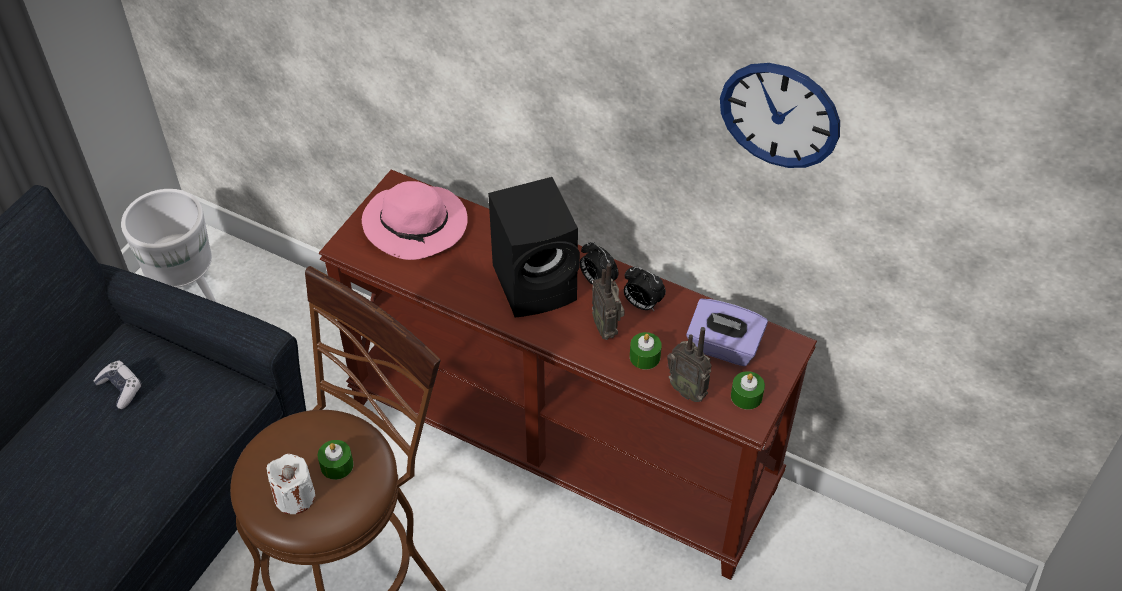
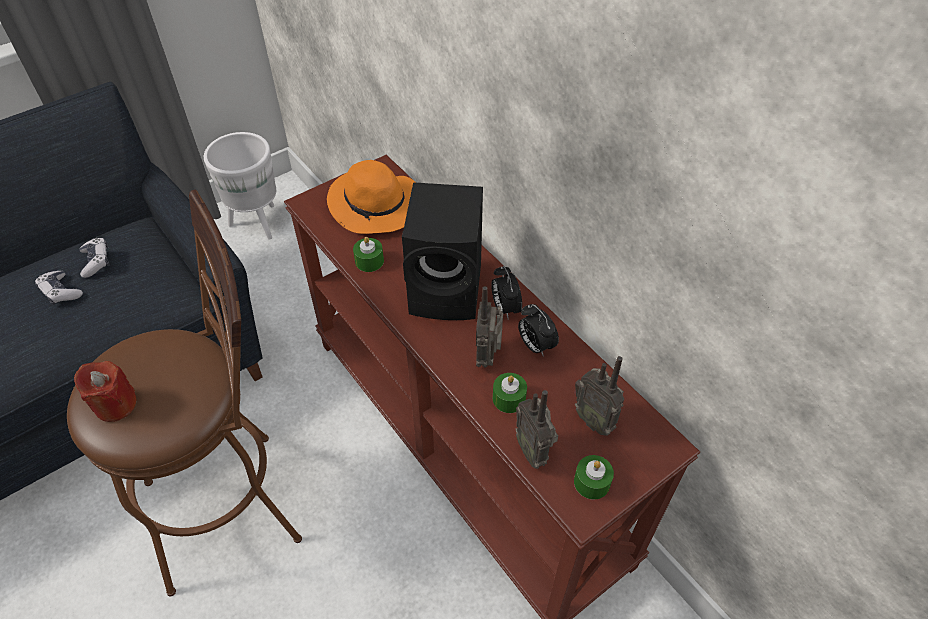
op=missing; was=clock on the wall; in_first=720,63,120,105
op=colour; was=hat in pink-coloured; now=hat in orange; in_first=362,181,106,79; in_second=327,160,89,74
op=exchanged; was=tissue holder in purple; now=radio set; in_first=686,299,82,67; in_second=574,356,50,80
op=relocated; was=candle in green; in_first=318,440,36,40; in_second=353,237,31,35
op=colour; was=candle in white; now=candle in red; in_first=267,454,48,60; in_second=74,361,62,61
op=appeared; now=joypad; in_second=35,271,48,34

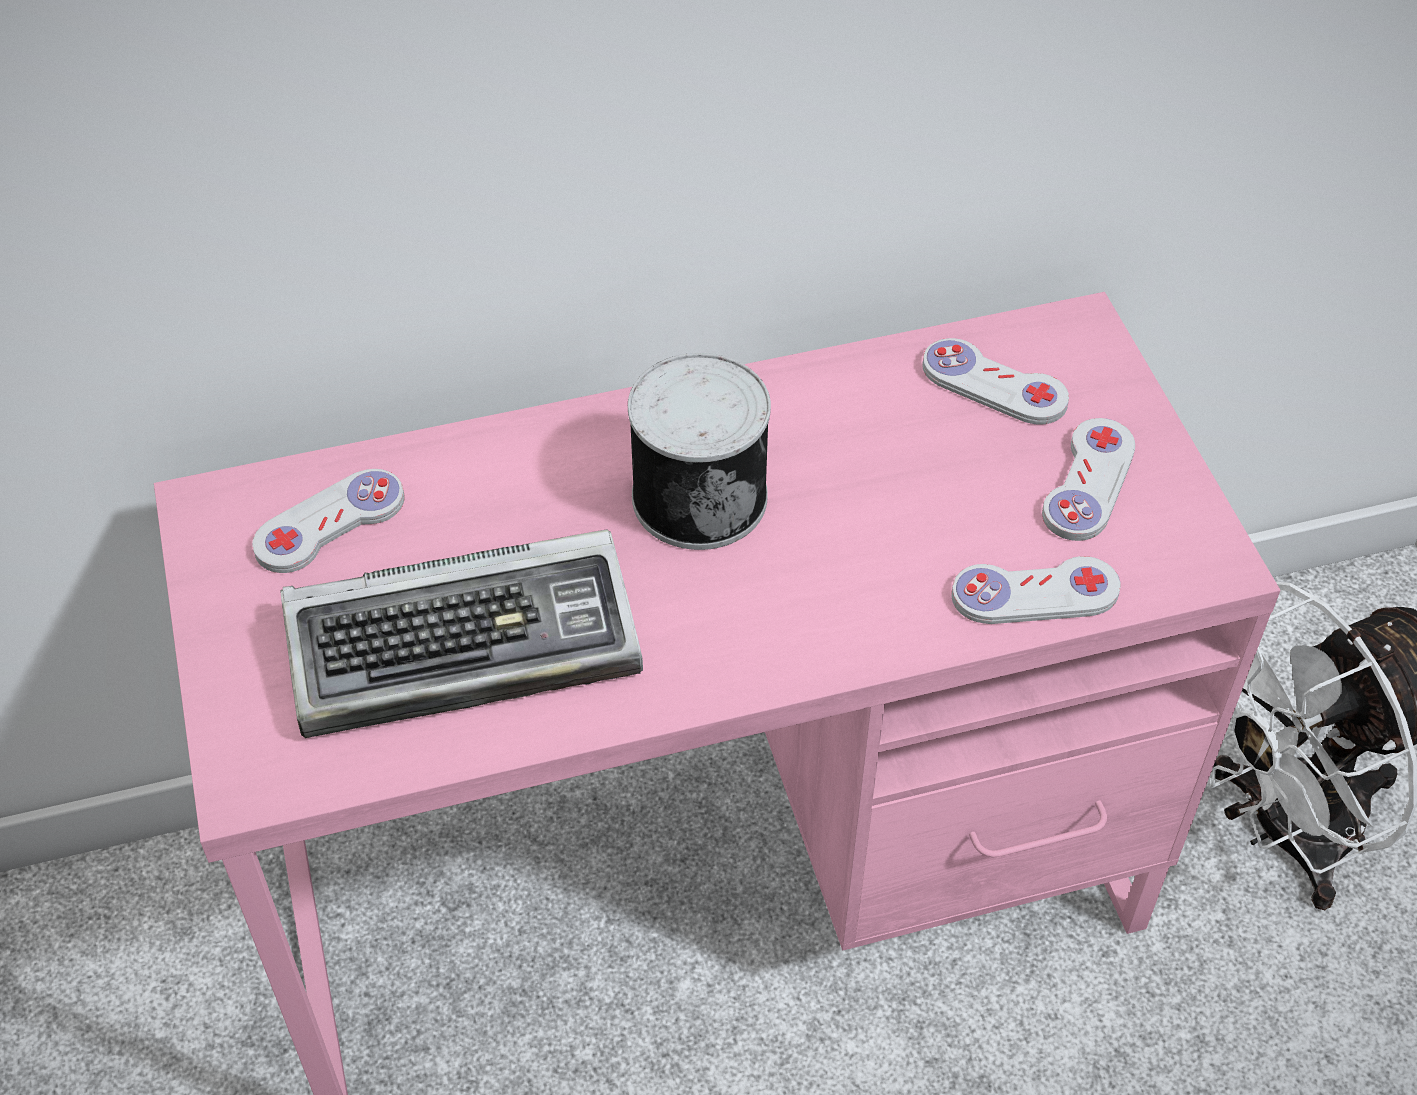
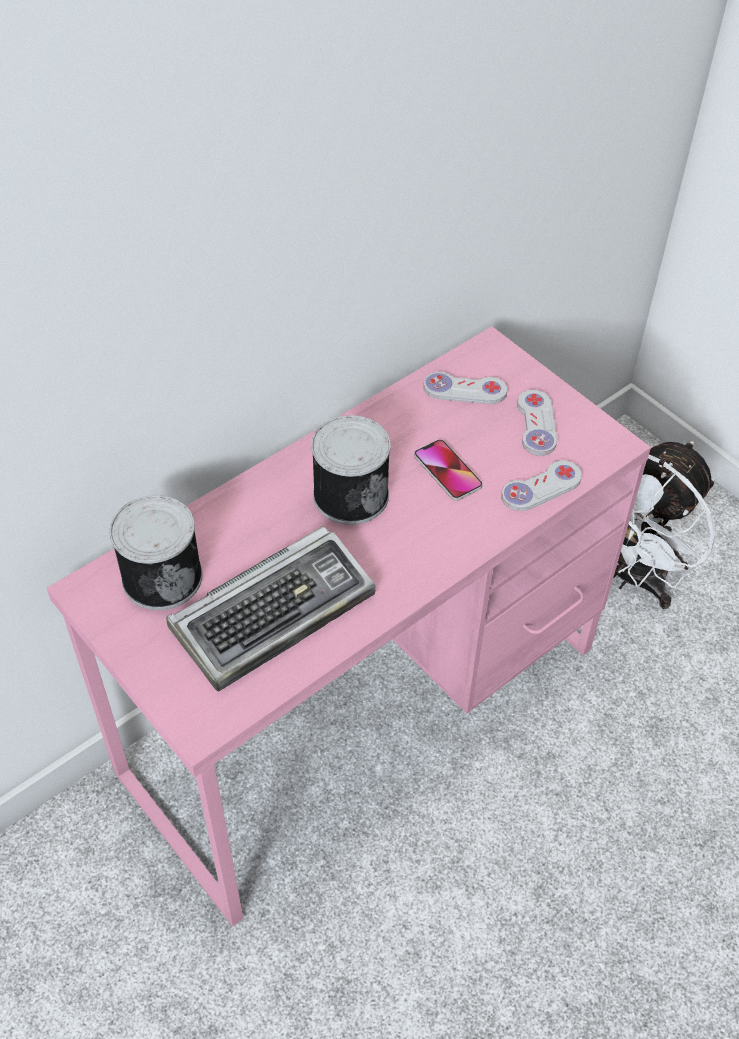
op=exchanged; was=joypad in white; now=metal can; in_first=252,469,153,104; in_second=110,495,93,115
op=appeared; now=handset; in_second=414,439,69,62

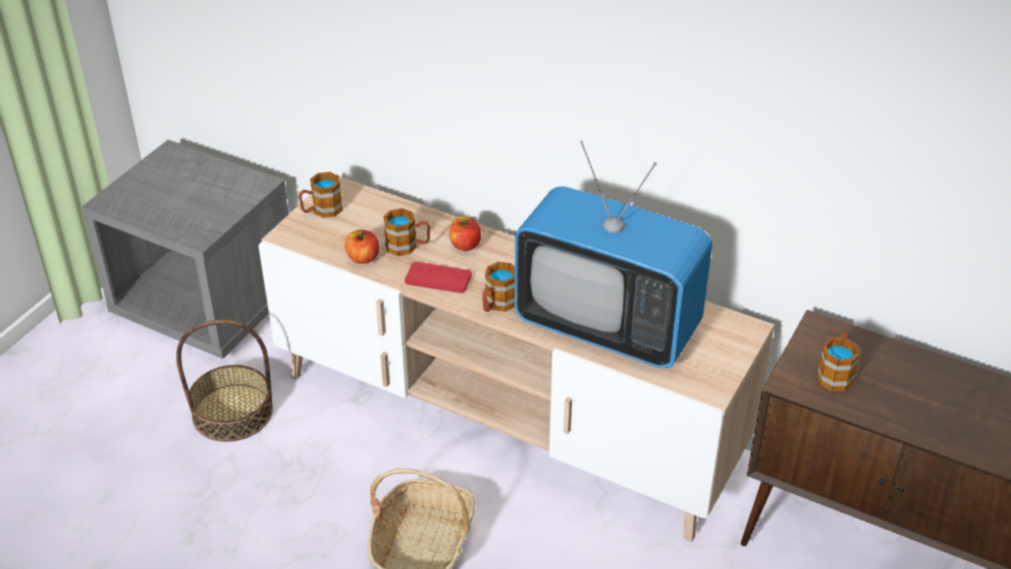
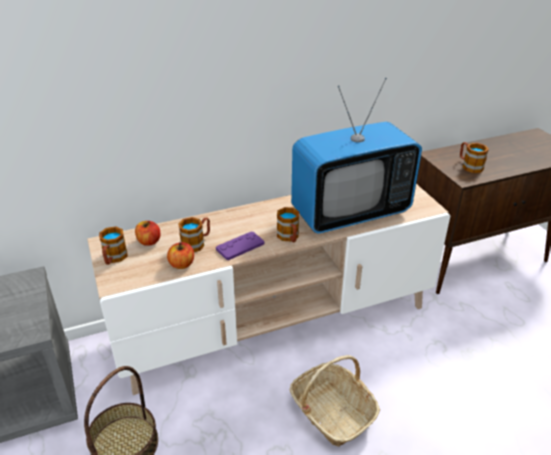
op=relocated; was=whole apple; in_first=449,216,32,35; in_second=135,221,25,25
op=colour; was=joypad in red; now=joypad in purple; in_first=405,262,67,31; in_second=216,231,48,29

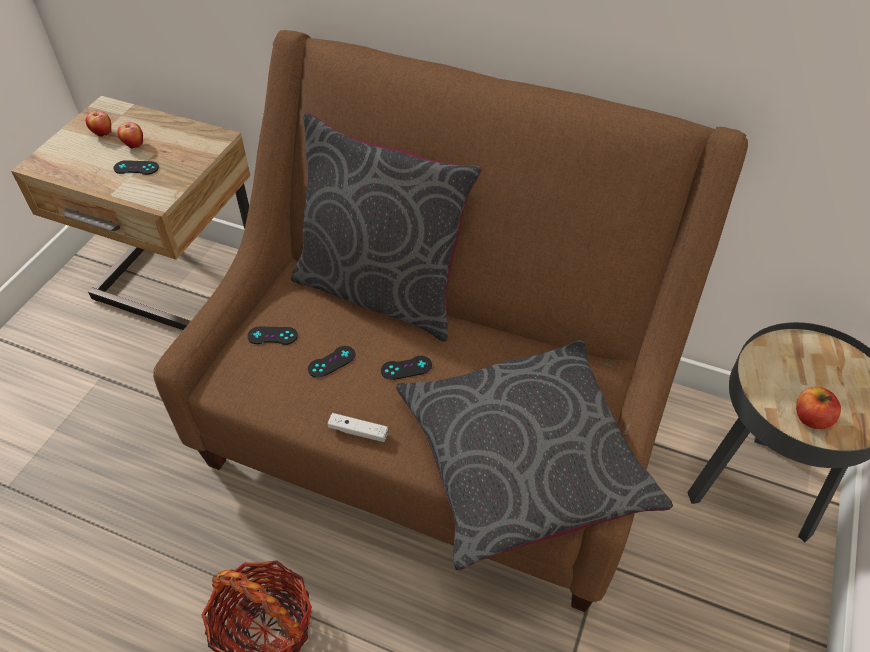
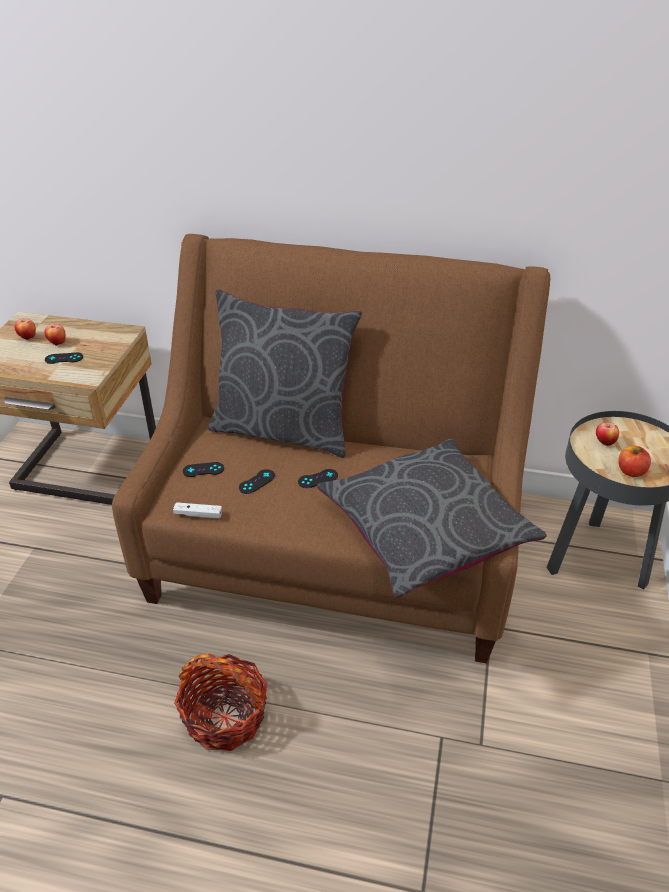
op=relocated; was=joypad in white; in_first=328,413,60,29; in_second=173,502,49,17
op=appeared; now=whole apple; in_second=596,422,23,24

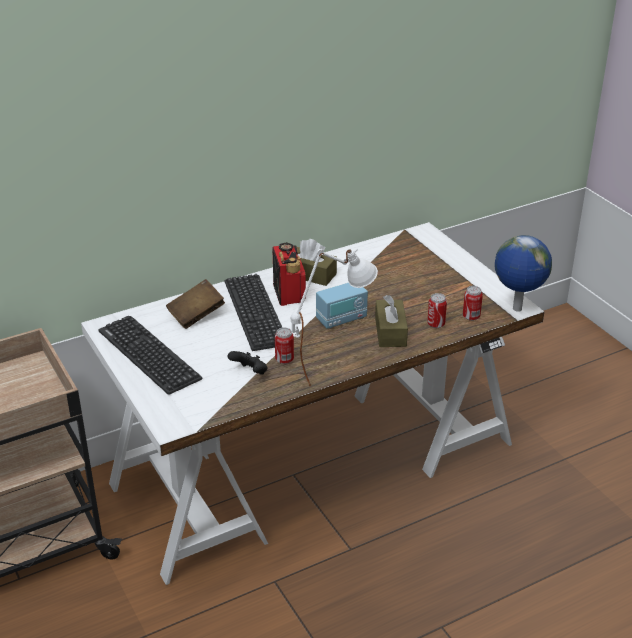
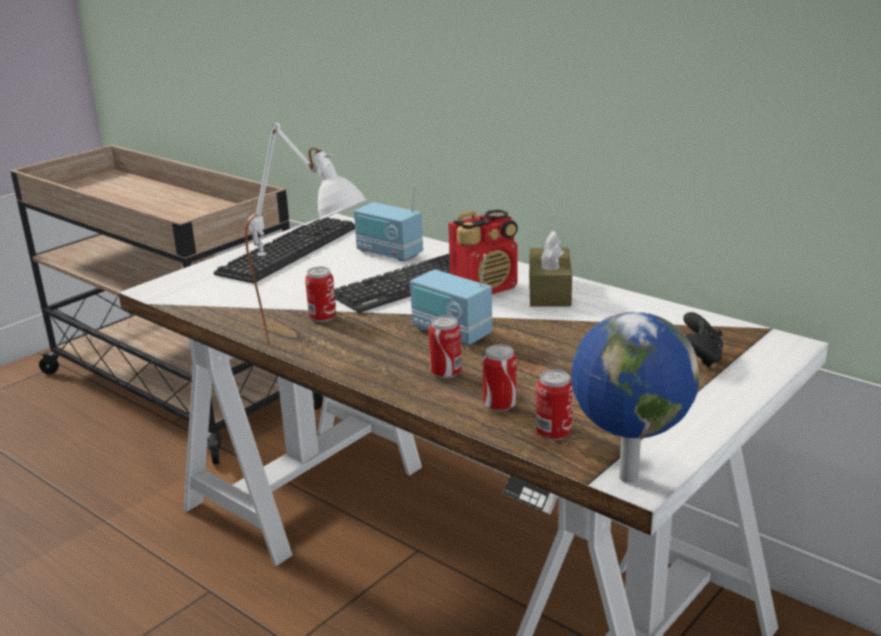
op=exchanged; was=volume in brown-coloured; now=radio set; in_first=166,279,59,50; in_second=354,185,69,77
op=exchanged; was=tissue holder in brown-coloured; now=metal can; in_first=375,295,33,52; in_second=429,316,33,63
op=relocated; was=joypad in black-coloured; in_first=228,351,40,24; in_second=683,312,40,56

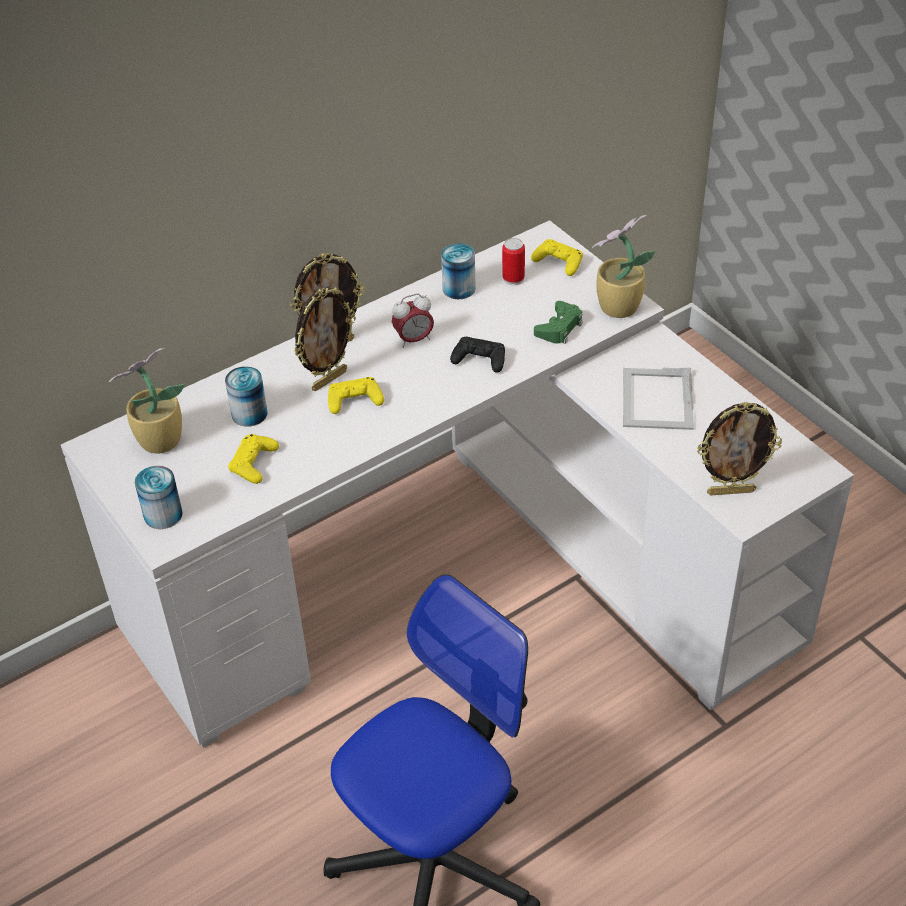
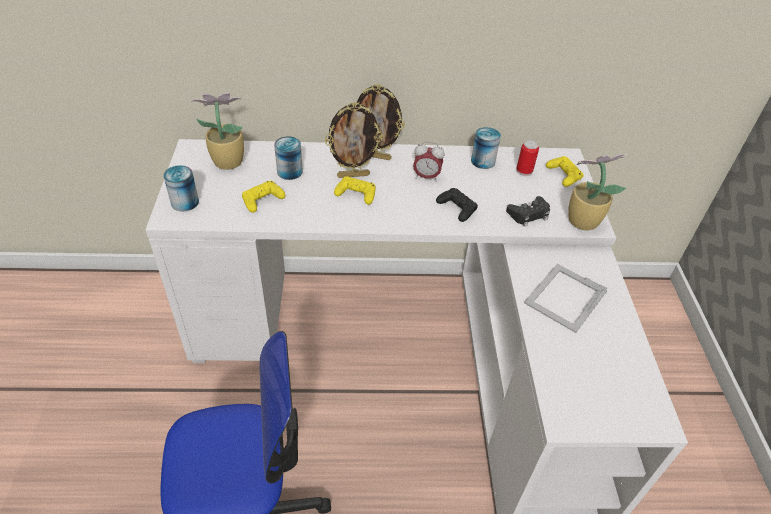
op=colour; was=joypad in green; now=joypad in black-coloured; in_first=534,301,49,43; in_second=506,196,44,30
op=missing; was=standing frame; in_first=697,402,85,94

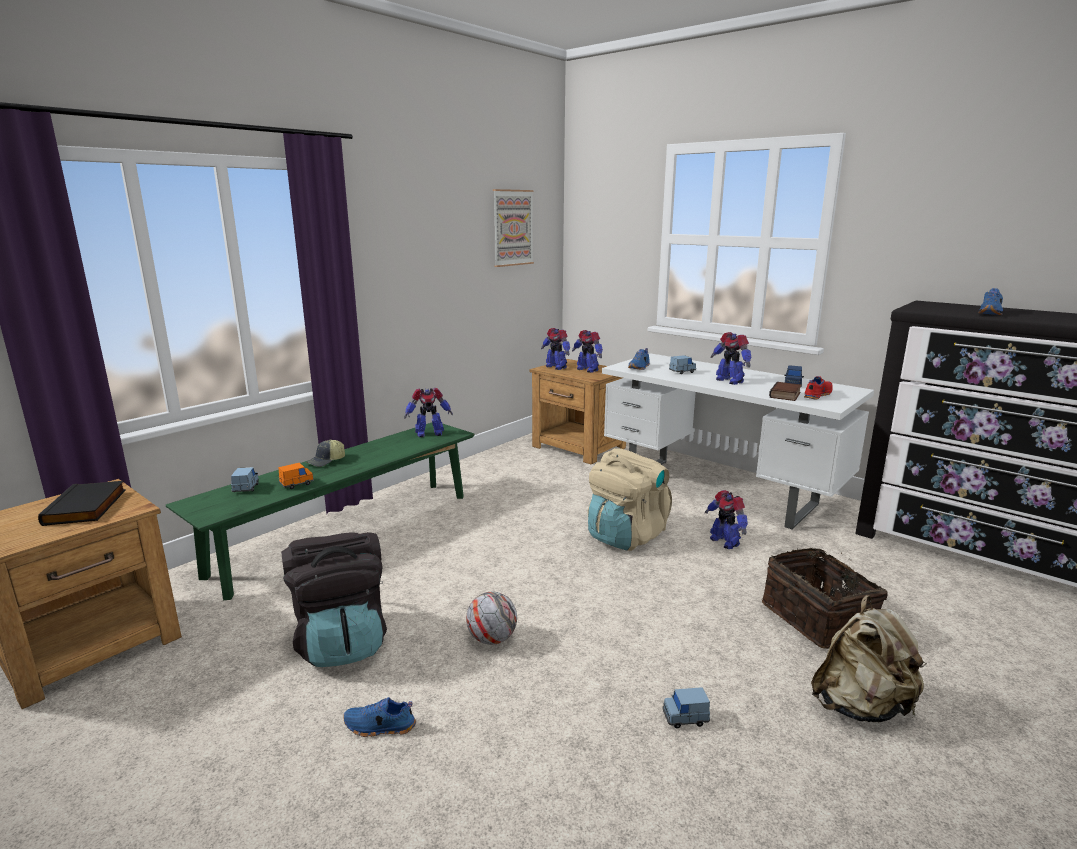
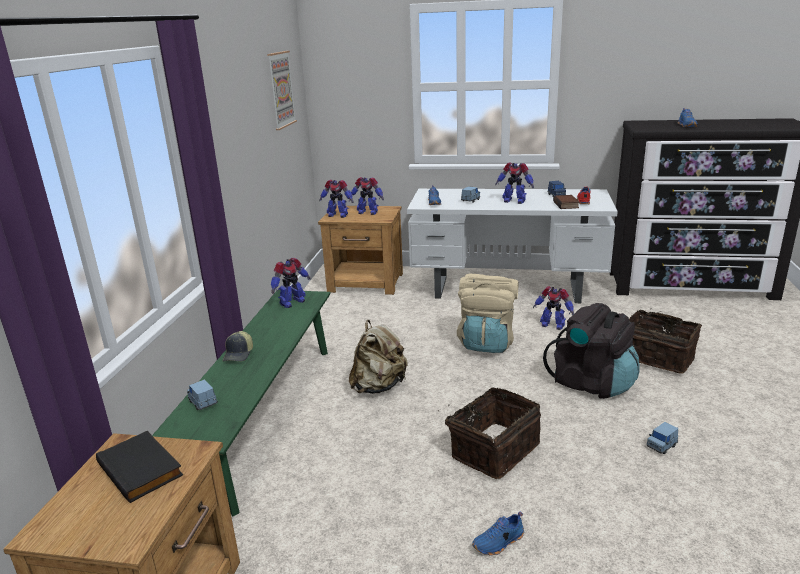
op=missing; was=toy car in orange; in_first=278,463,36,26
op=relocated; was=knapsack in black-coloured; in_first=281,532,106,135; in_second=543,303,97,96
op=exchanged; was=football ball; now=basket; in_first=466,592,51,53; in_second=438,387,103,92
op=relocated; was=knapsack in sand-coloured; in_first=811,595,116,127; in_second=349,320,59,74

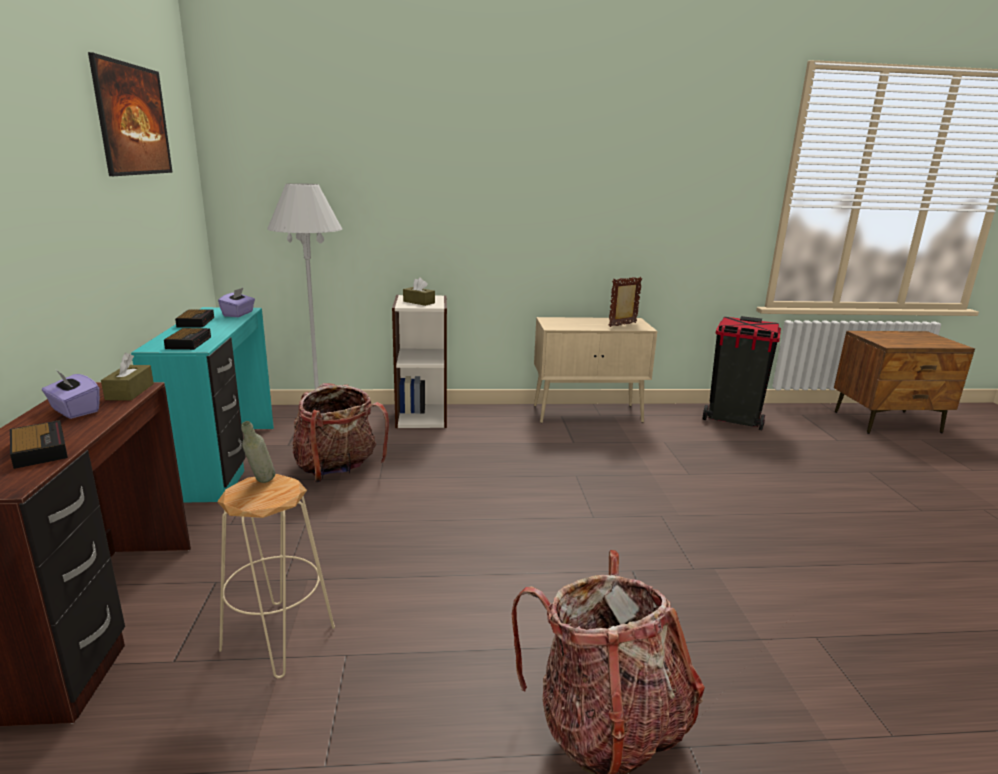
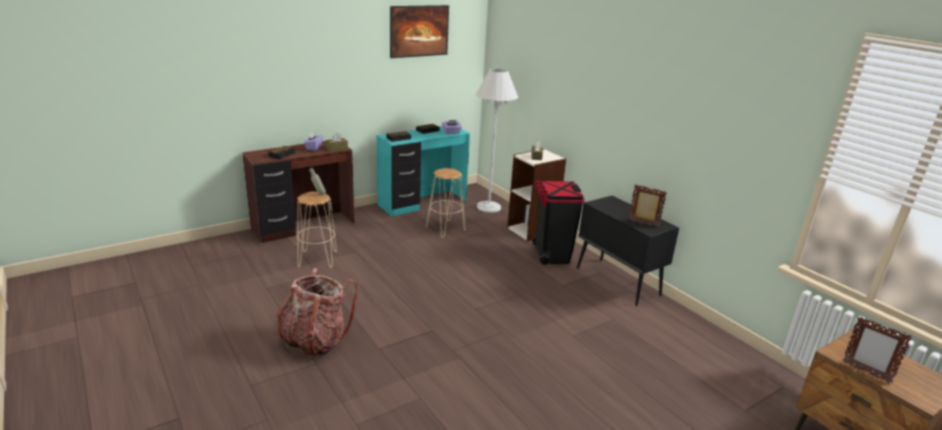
op=relocated; was=waste bin in black-coloured; in_first=703,316,78,114; in_second=532,181,53,84
op=colour; was=storage cabinet in sand-coloured; now=storage cabinet in black-coloured; in_first=534,317,123,106; in_second=577,196,102,110
op=exchanged; was=knapsack; now=stool seat in sand-coloured; in_first=293,383,96,100; in_second=426,168,39,70
op=appeared; now=standing frame; in_second=843,317,70,66

